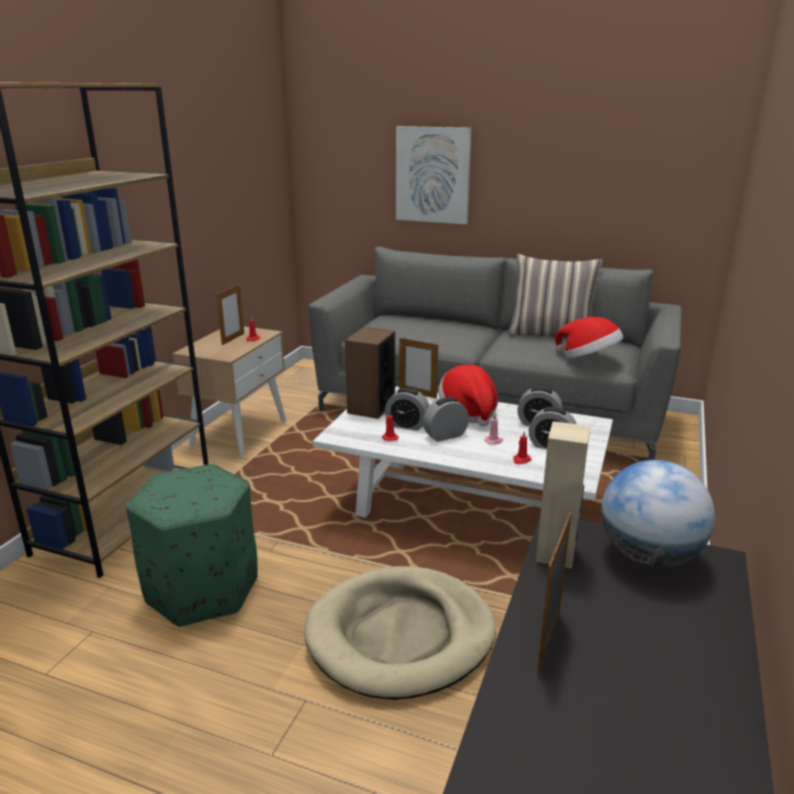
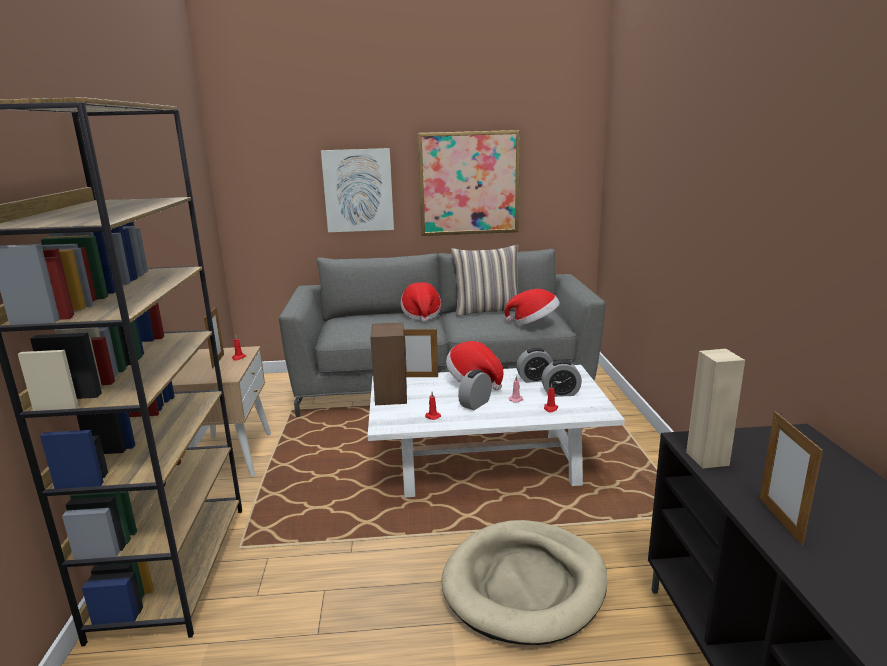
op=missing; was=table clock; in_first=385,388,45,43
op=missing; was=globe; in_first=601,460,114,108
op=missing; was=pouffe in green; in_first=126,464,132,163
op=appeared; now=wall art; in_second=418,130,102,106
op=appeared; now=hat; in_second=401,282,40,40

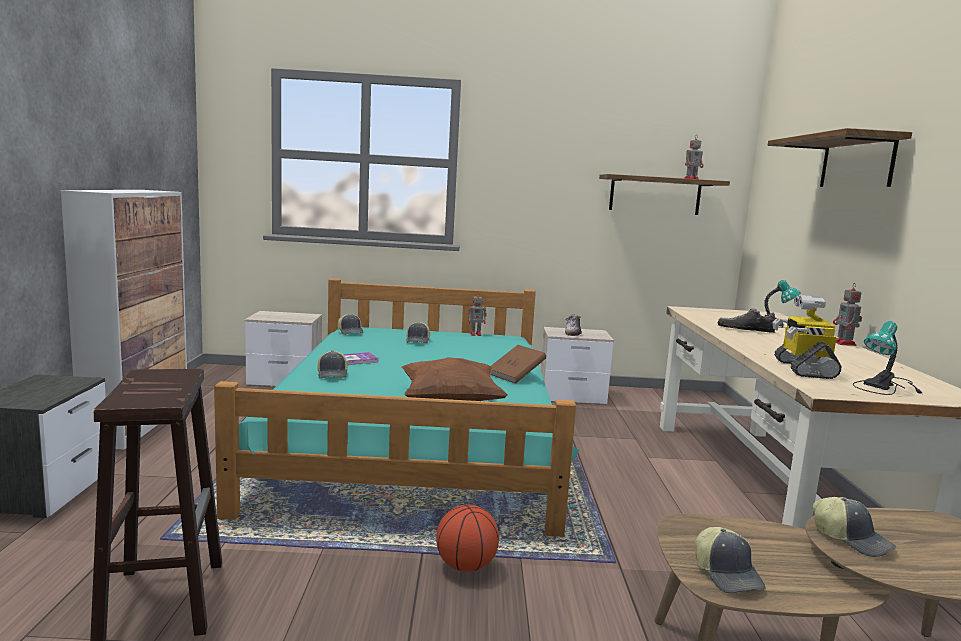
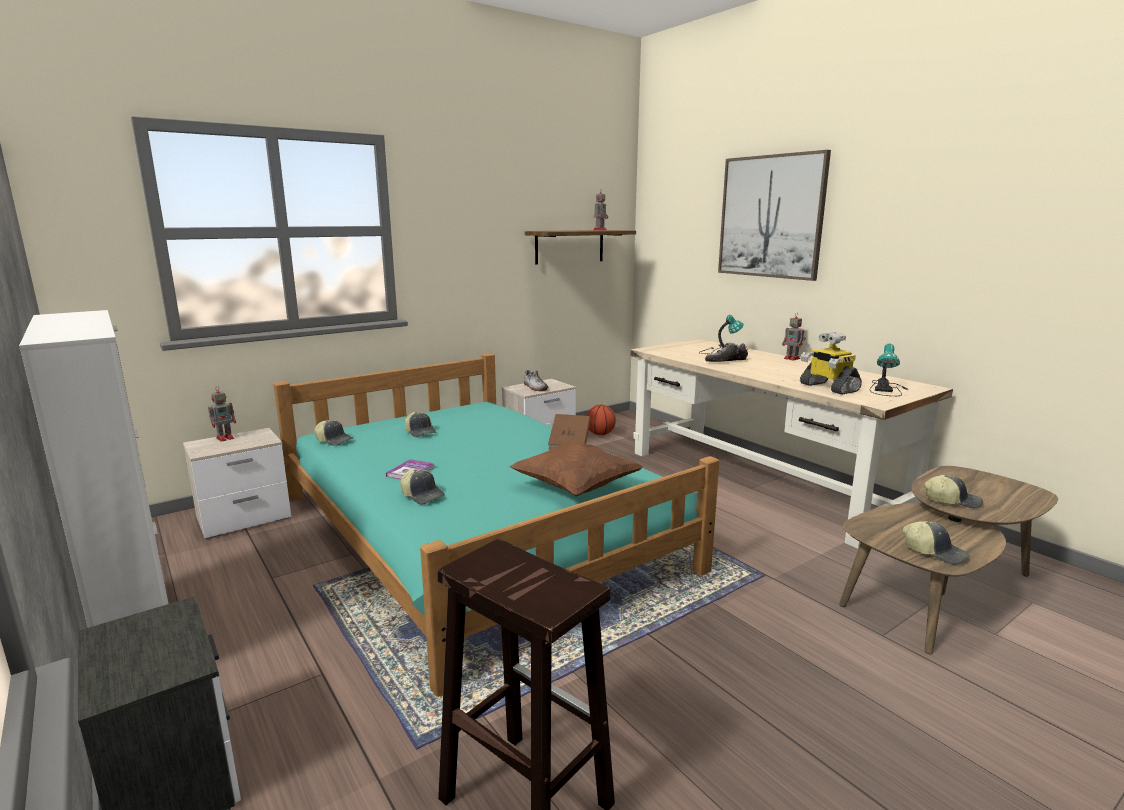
op=exchanged; was=wall shelf; now=wall art; in_first=768,128,144,59; in_second=718,150,113,131
op=relocated; was=robot figure; in_first=468,292,19,44; in_second=208,386,28,56
op=relocated; was=ball for basketball; in_first=436,504,63,68; in_second=586,405,30,30

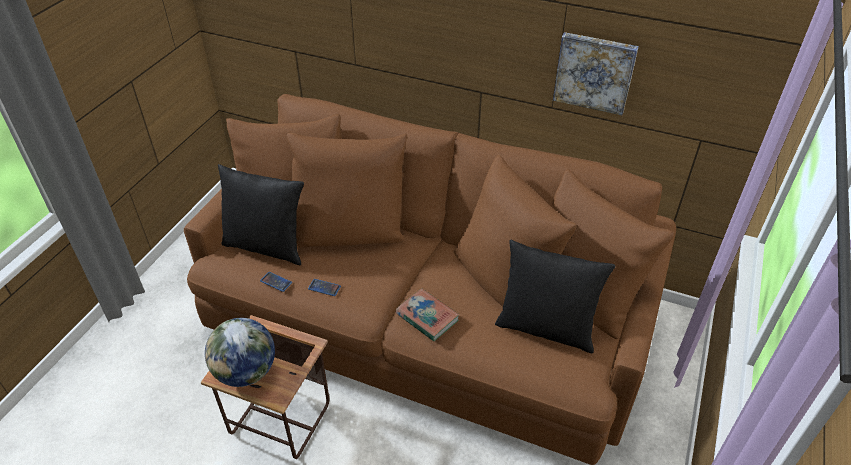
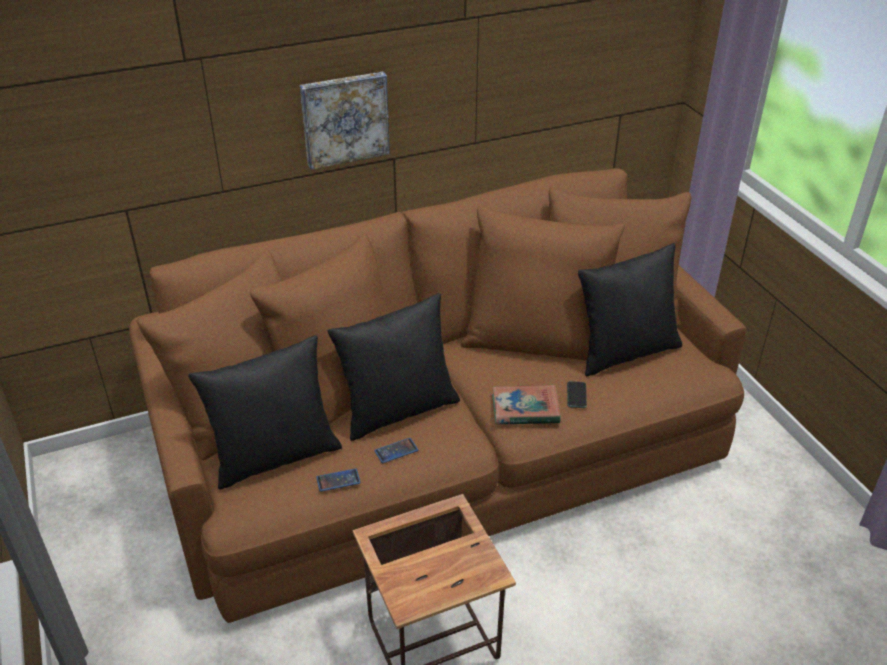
op=relocated; was=wall art; in_first=553,32,86,83; in_second=300,71,90,98
op=missing; was=globe; in_first=205,318,70,69
op=appeared; now=throw pillow in black-coloured; in_second=328,293,132,148
op=appeared; now=handset; in_second=567,381,20,27

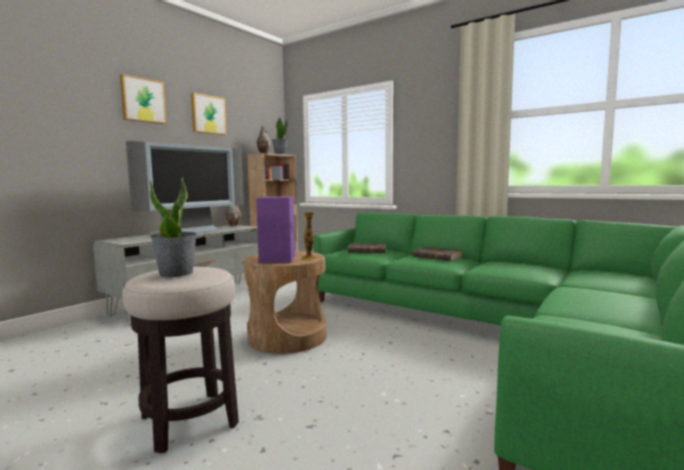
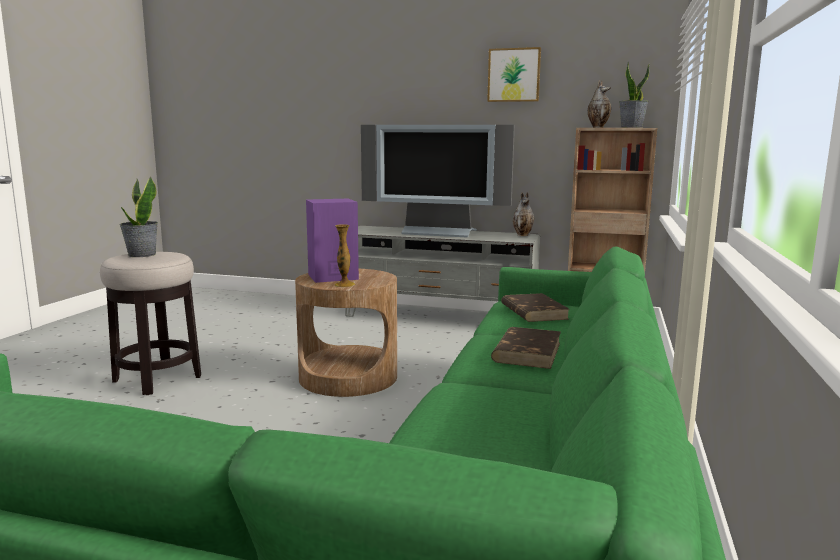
op=missing; was=wall art; in_first=120,74,46,50

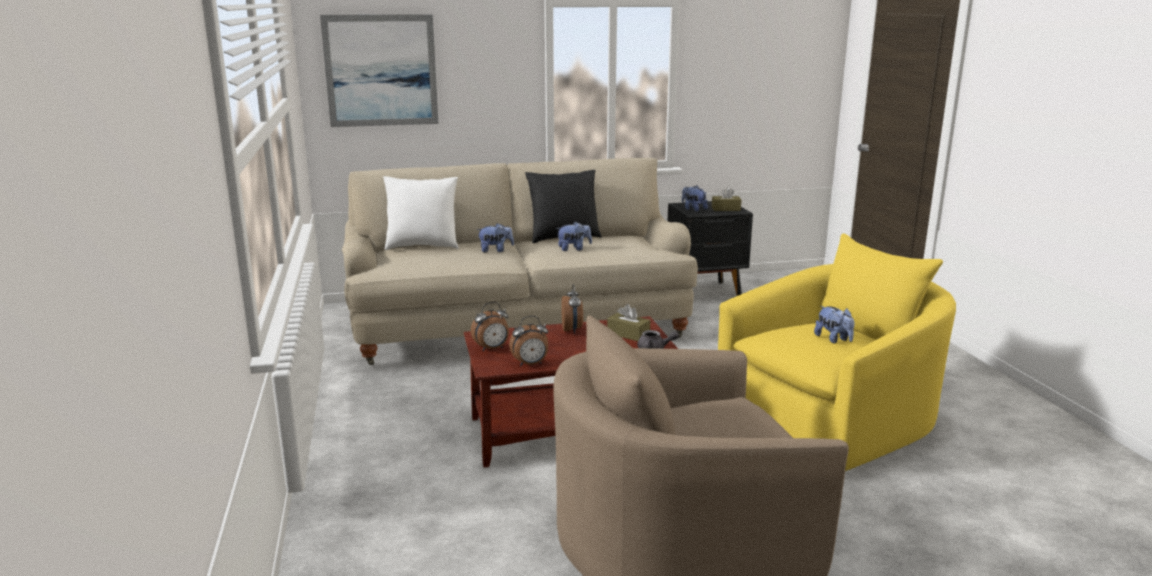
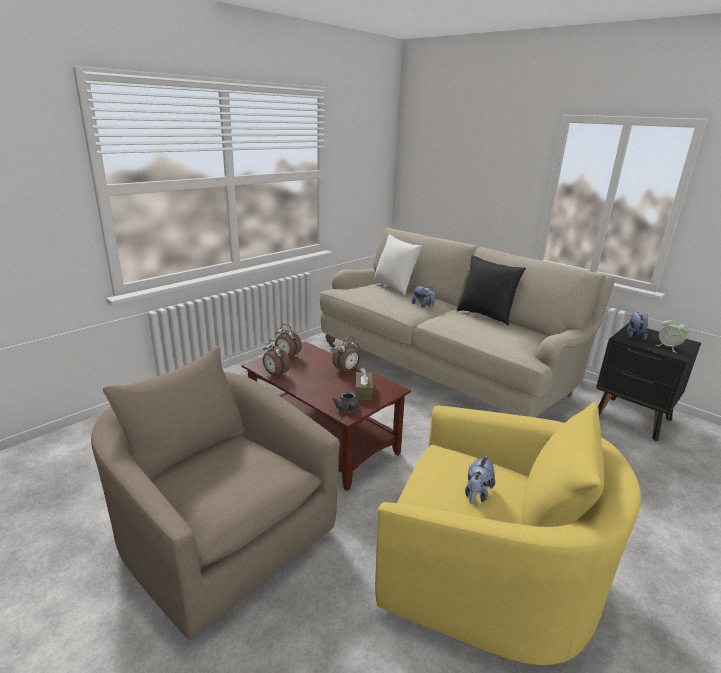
op=missing; was=wall art; in_first=320,14,119,113
op=exchanged; was=tissue holder in brown-coloured; now=table clock; in_first=712,187,29,24; in_second=656,318,34,35
op=missing; was=plush toy; in_first=556,221,36,30

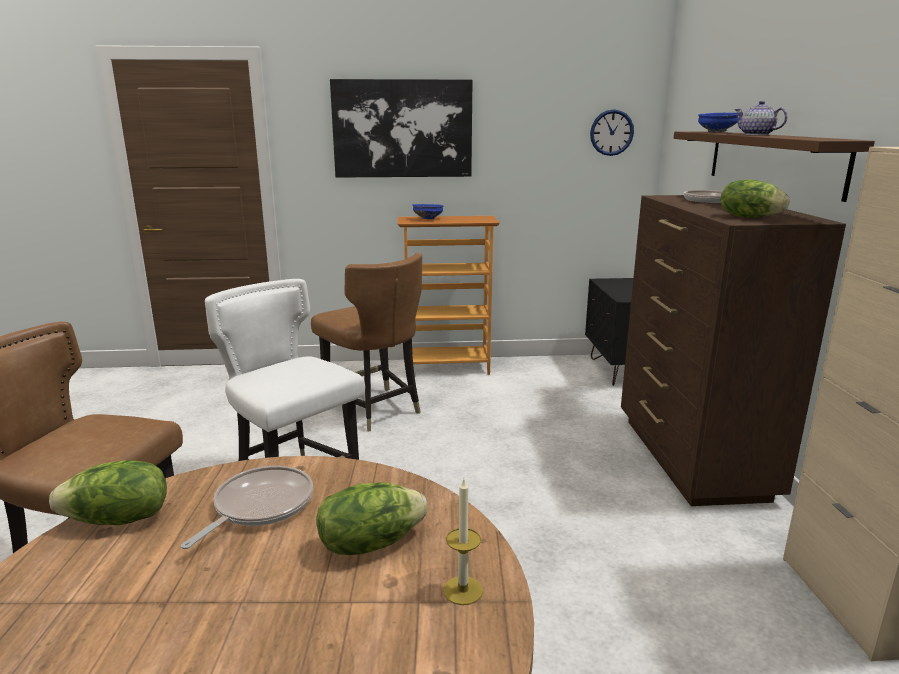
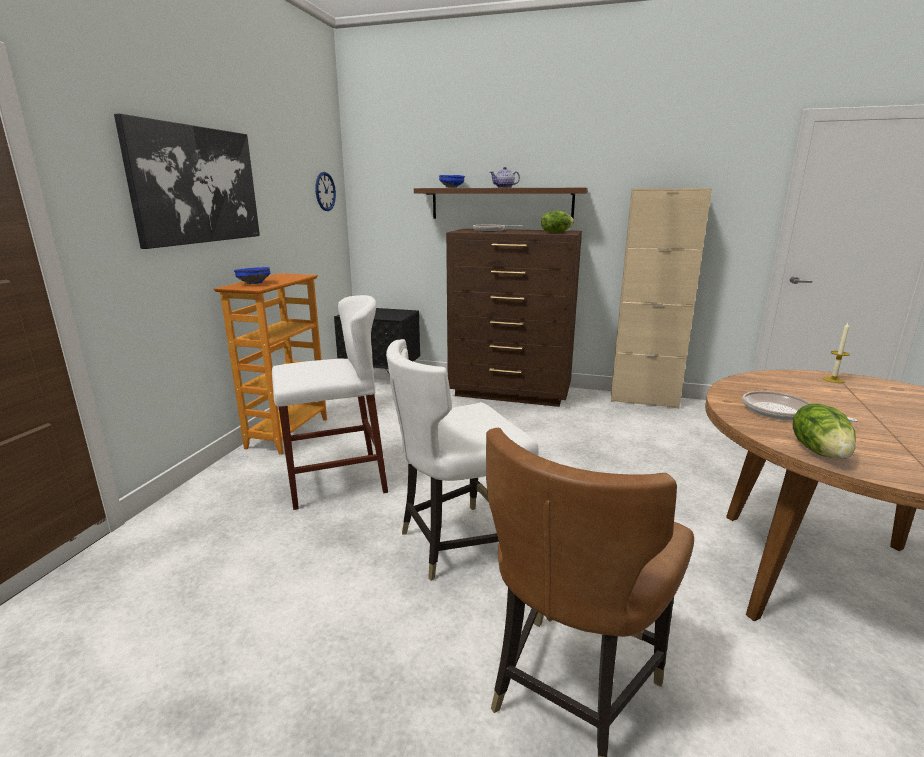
op=exchanged; was=plain chair in brown-coloured; now=stool seat in white; in_first=311,253,111,179; in_second=272,295,116,215
op=missing; was=lettuce head; in_first=316,483,112,72

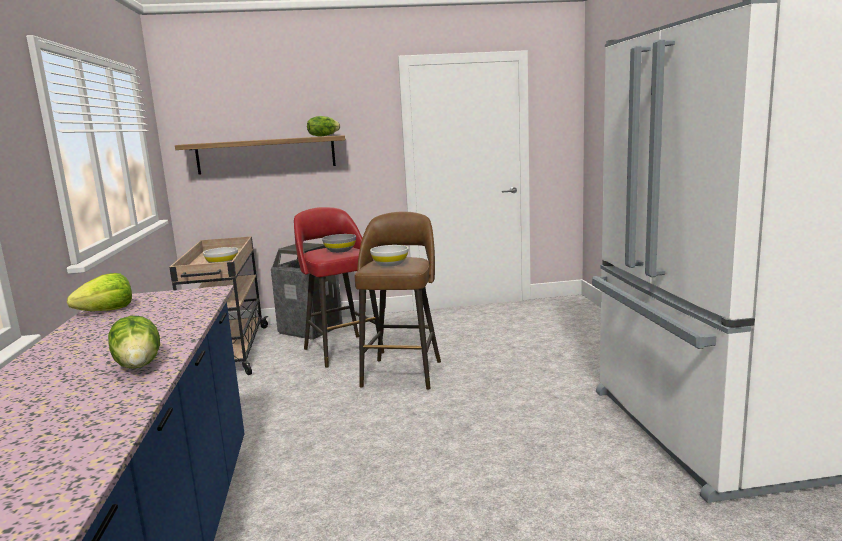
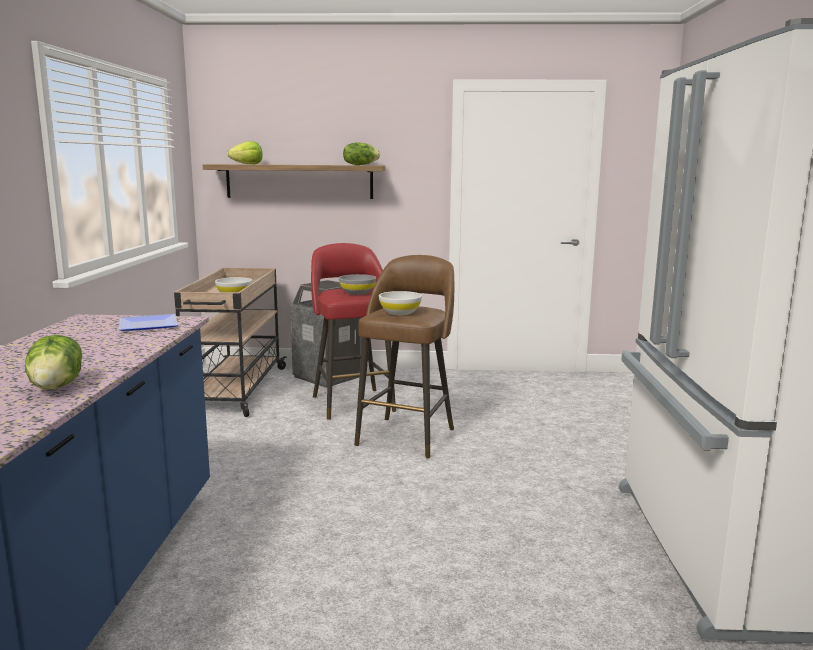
op=relocated; was=lettuce head; in_first=67,273,65,38; in_second=227,141,35,23
op=appeared; now=plate; in_second=119,314,59,17

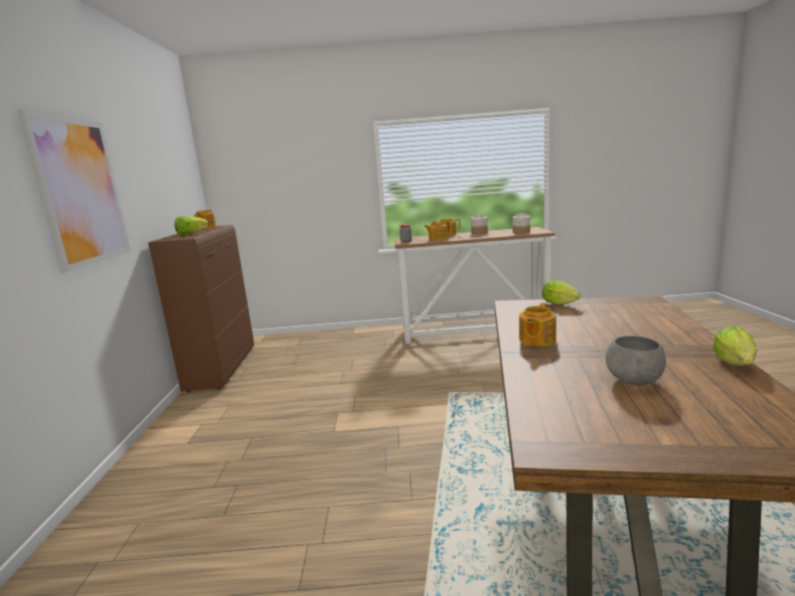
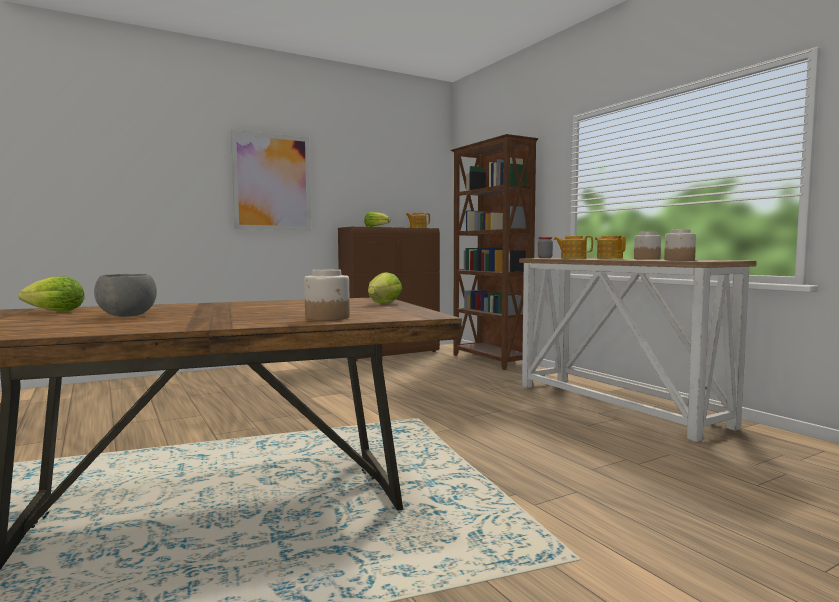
op=missing; was=pot for tea; in_first=519,303,37,43
op=relocated; was=lettuce head; in_first=712,326,45,40; in_second=18,276,67,36
op=appeared; now=bookcase in brown-coloured; in_second=450,134,89,236
op=appeared; now=jar; in_second=304,269,46,52

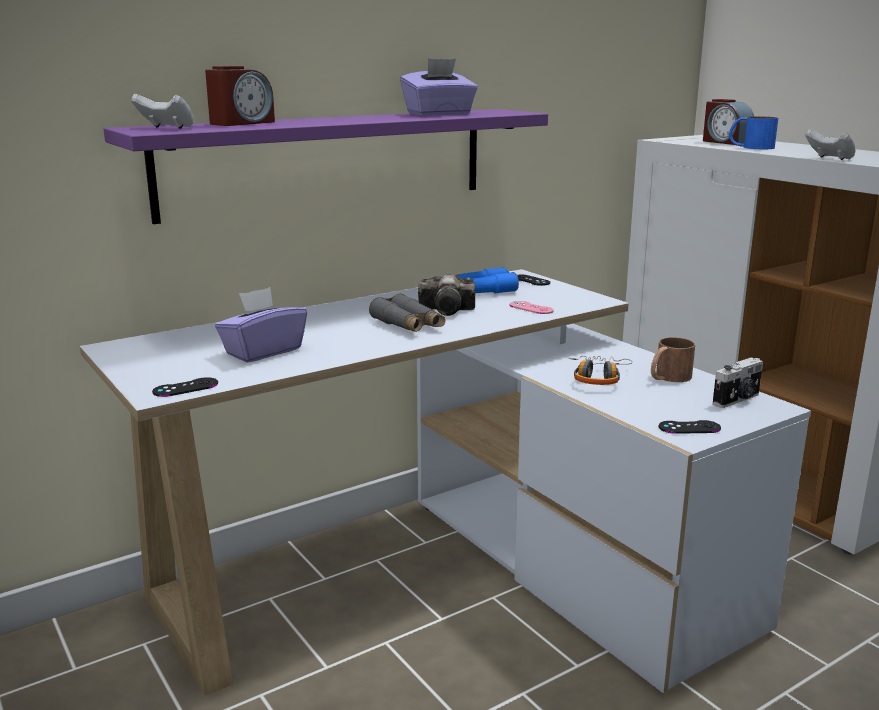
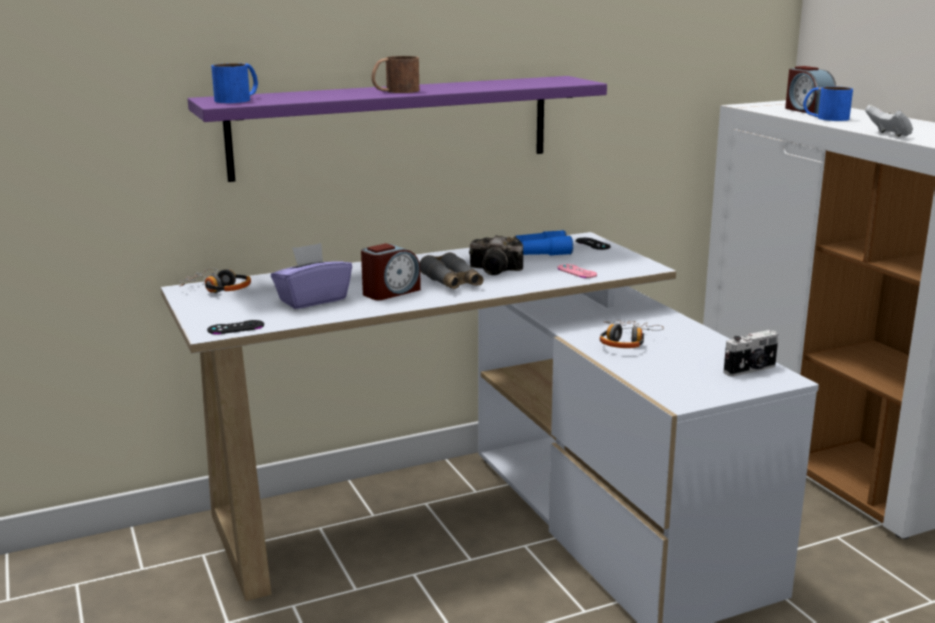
op=missing; was=tissue holder in purple; in_first=400,58,78,58
op=relocated; was=table clock; in_first=205,66,70,60; in_second=361,243,60,57
op=exchanged; was=joypad in white; now=tea mug in blue; in_first=131,94,63,34; in_second=211,63,47,40
op=relocated; was=tea mug in brown-coloured; in_first=651,337,44,45; in_second=371,56,48,37
op=missing; was=joypad in black-coloured; in_first=659,420,62,14
op=appeared; now=headset; in_second=179,269,72,24

